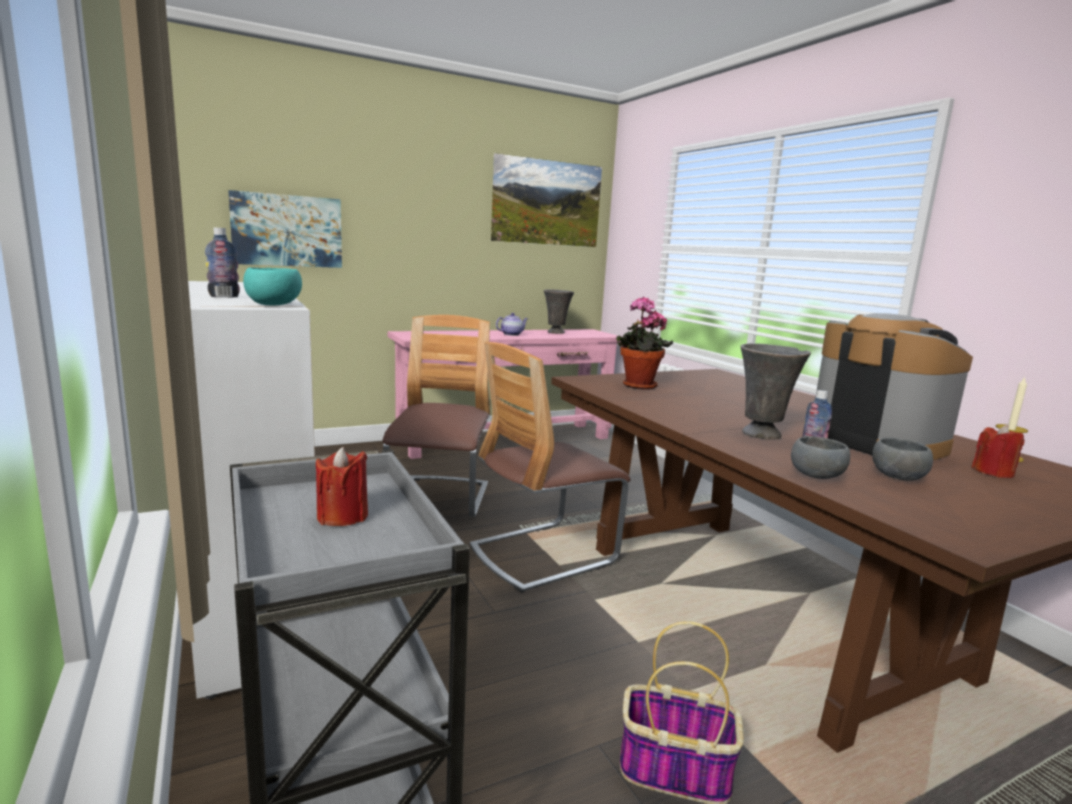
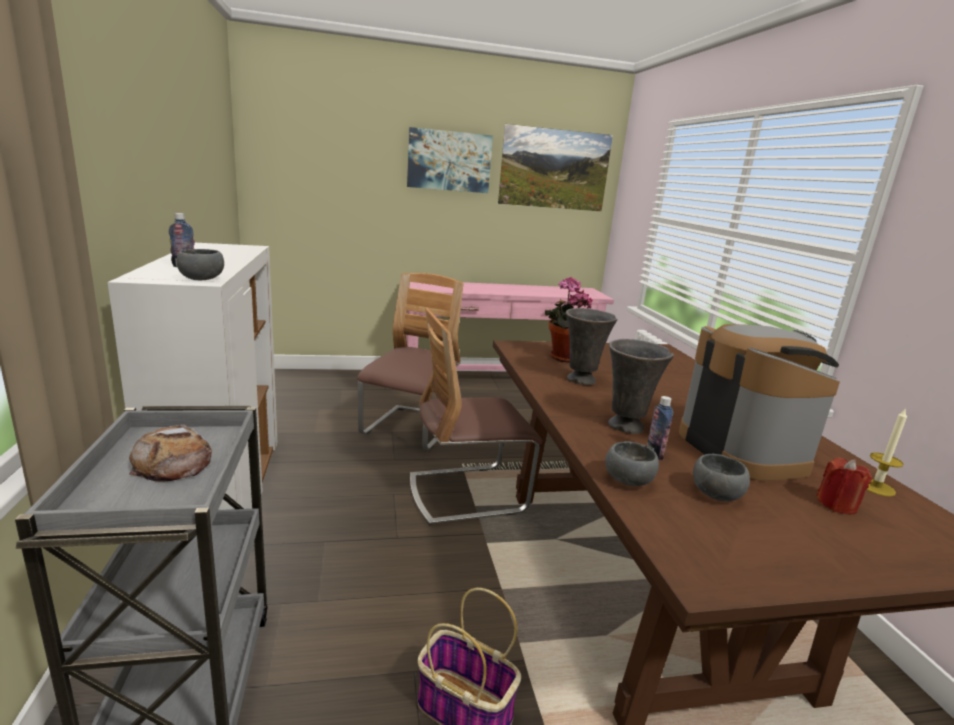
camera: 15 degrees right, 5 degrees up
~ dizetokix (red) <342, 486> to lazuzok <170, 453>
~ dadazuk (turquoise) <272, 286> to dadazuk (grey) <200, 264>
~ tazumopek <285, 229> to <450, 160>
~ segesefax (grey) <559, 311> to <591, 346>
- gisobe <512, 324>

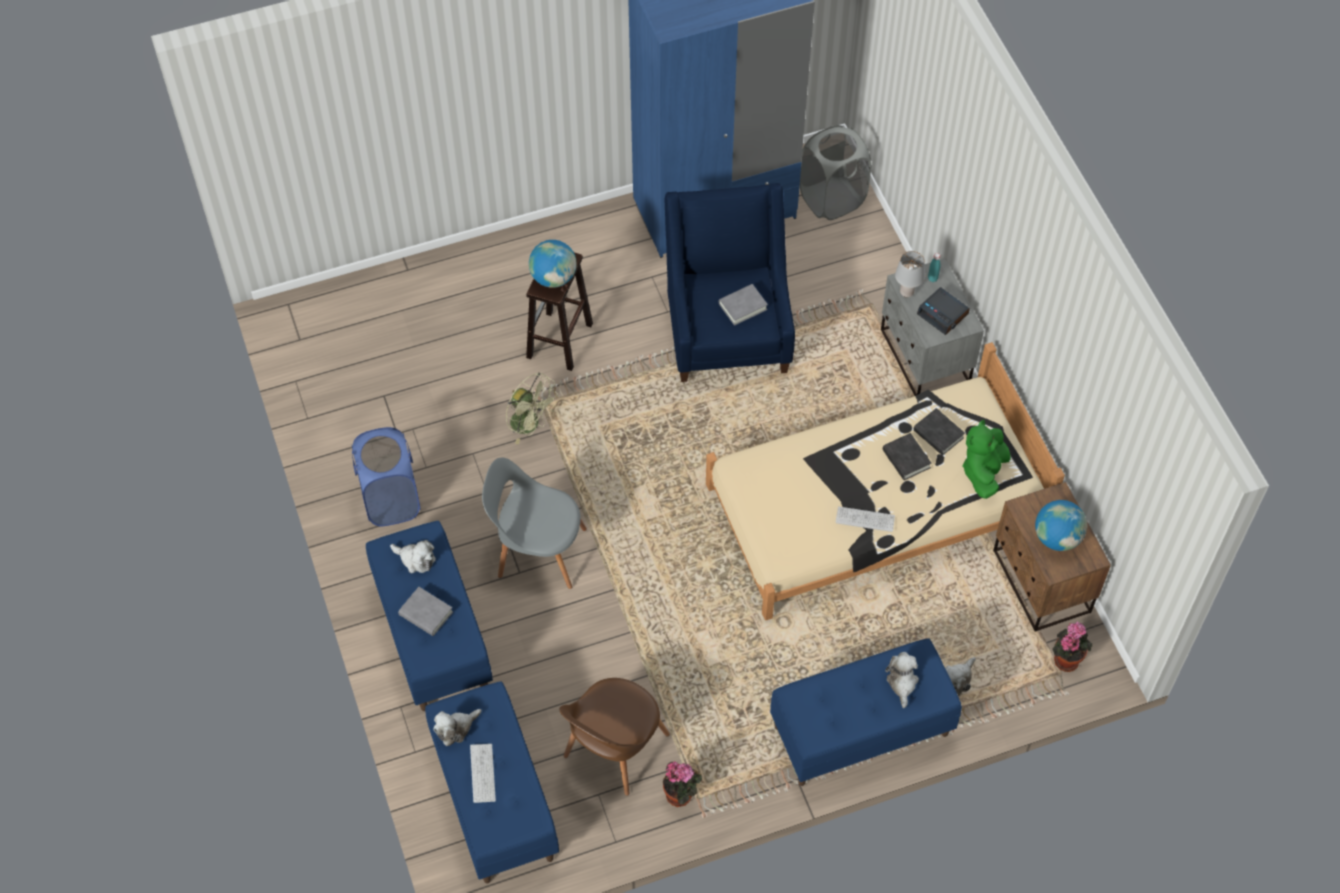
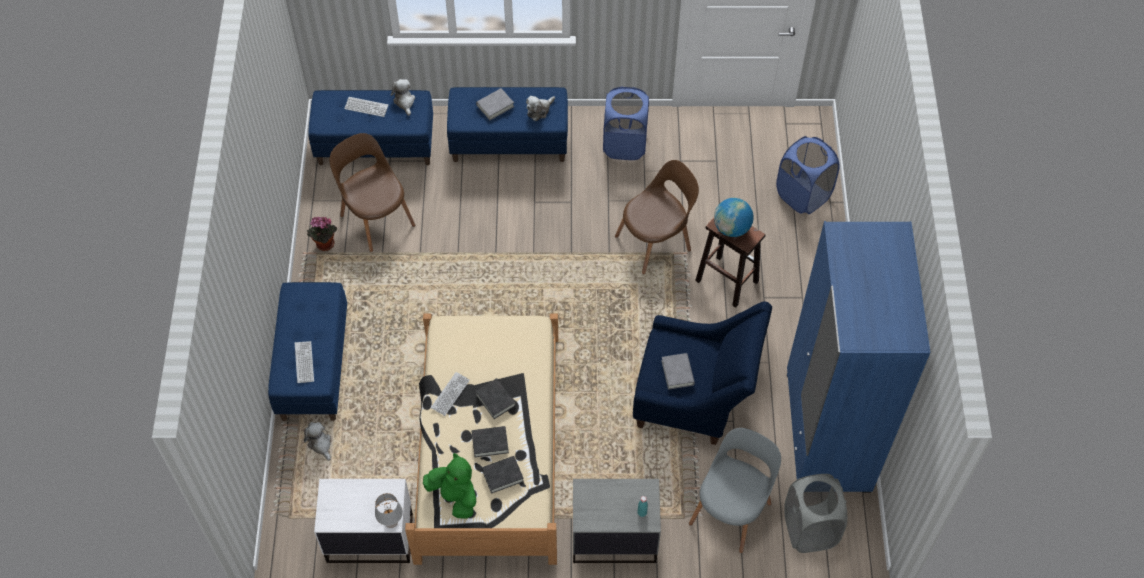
camera: 110 degrees right, 0 degrees up
~ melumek <902, 680> to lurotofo <304, 362>
~ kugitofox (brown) <1052, 556> to kugitofox (white) <363, 521>
~ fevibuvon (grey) <910, 274> to <389, 510>
+ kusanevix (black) <495, 398>
~ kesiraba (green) <532, 408> to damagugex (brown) <657, 217>
~ damagugex (grey) <534, 523> to <735, 490>
+ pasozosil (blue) <808, 175>
- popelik <943, 311>
- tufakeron <1061, 525>
- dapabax <1072, 647>

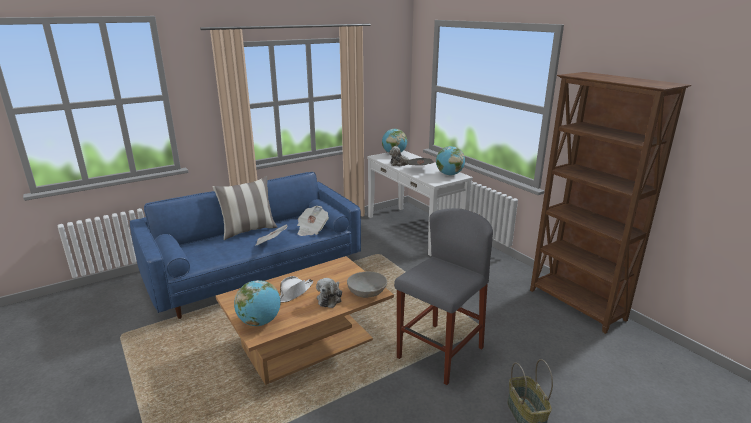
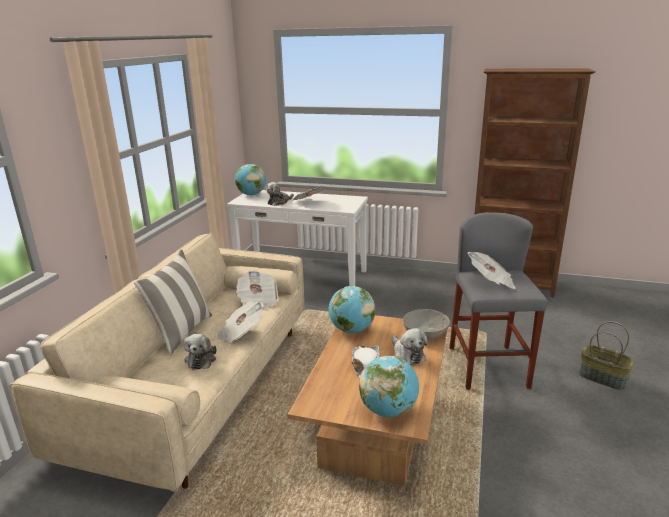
camera: 40 degrees left, 0 degrees up
~ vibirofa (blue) <245, 245> to vibirofa (beige) <156, 362>
+ melumek <200, 352>
~ tufakeron <450, 161> to <352, 309>
+ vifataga <492, 270>

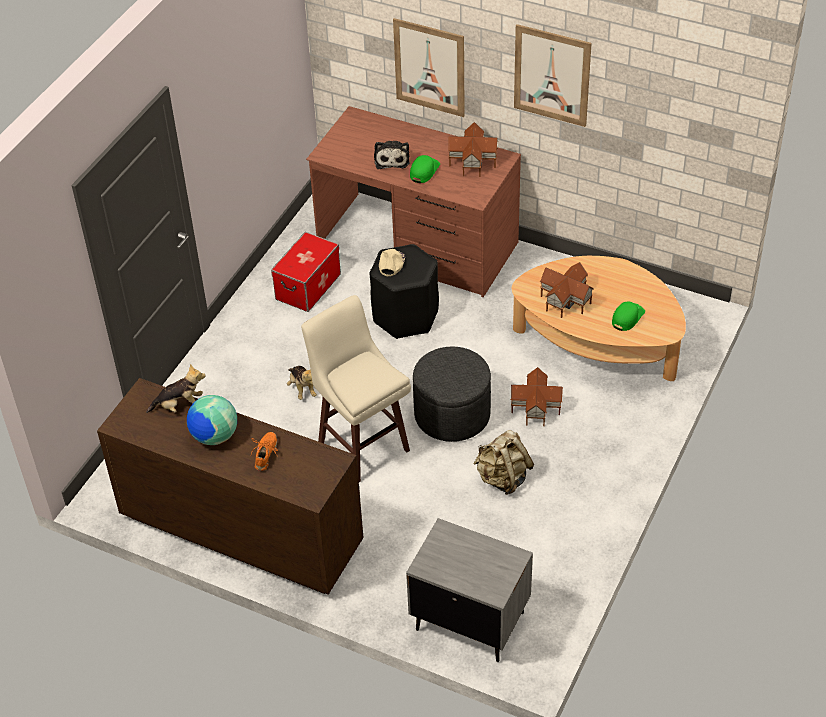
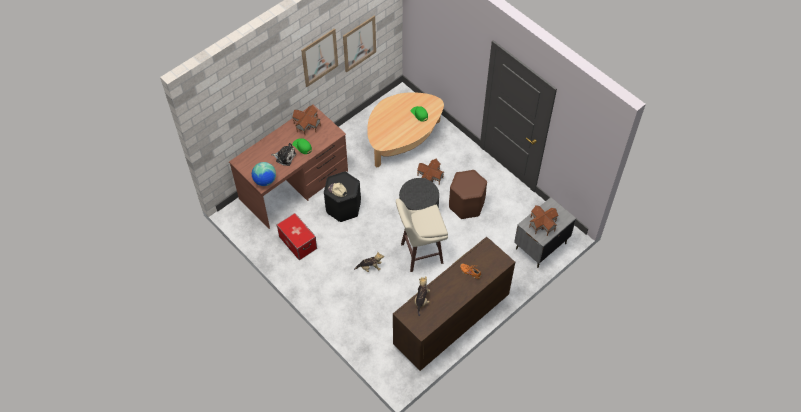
camera: 70 degrees left, 10 degrees up
~ tufakeron <212, 420> to <264, 174>
~ tazumopek <429, 67> to <359, 44>
~ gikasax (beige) <504, 462> to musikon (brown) <468, 194>
~ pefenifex <567, 290> to <543, 220>

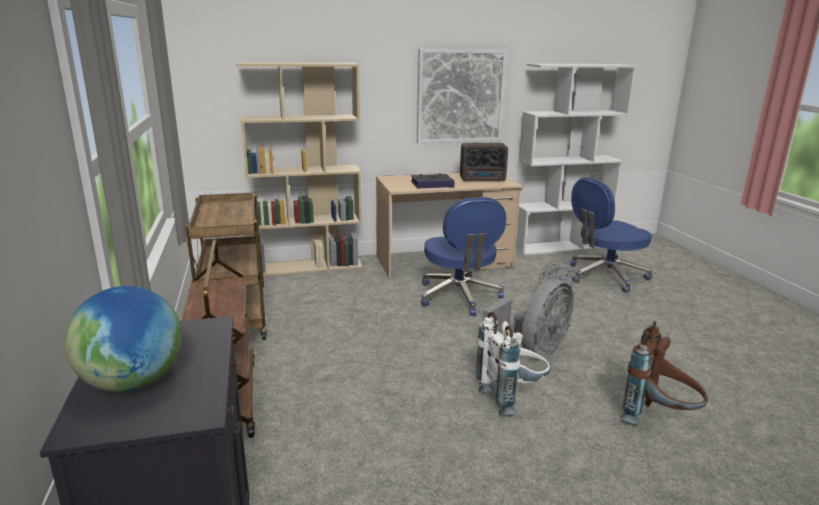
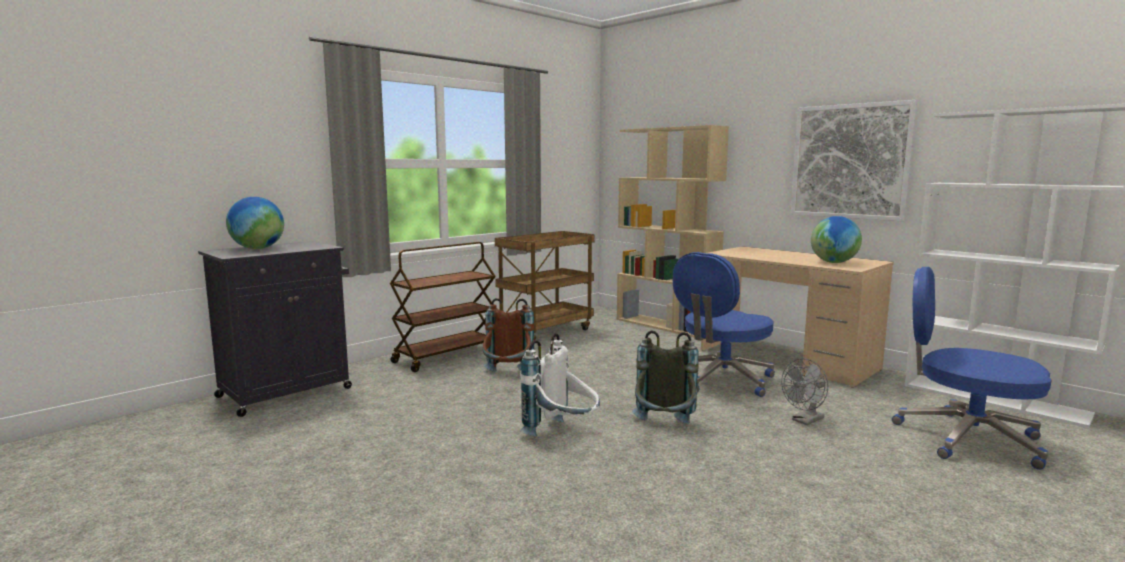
camera: 60 degrees right, 10 degrees down
~ gikasax (brown) <664, 372> to <508, 335>
~ kesiraba (grey) <528, 318> to gikasax (grey) <665, 377>
~ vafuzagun <484, 162> to tufakeron <836, 239>
- kusanevix <432, 181>

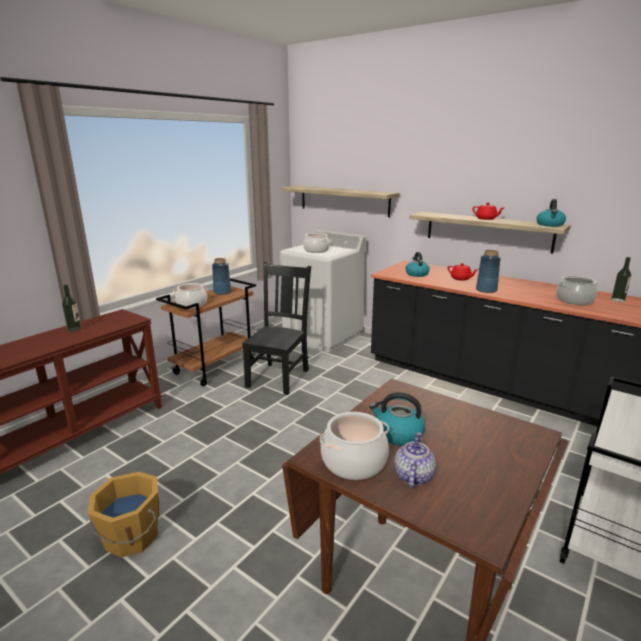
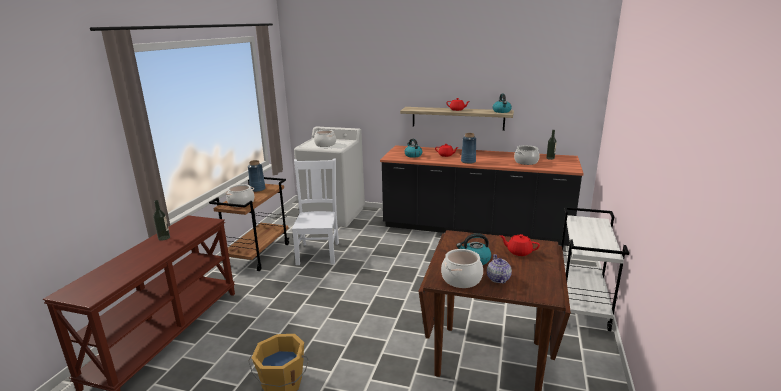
camera: 20 degrees left, 0 degrees up
~ damagugex (black) <276, 328> to damagugex (white) <315, 211>
+ gisobe (red) <519, 245>
- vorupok <340, 201>

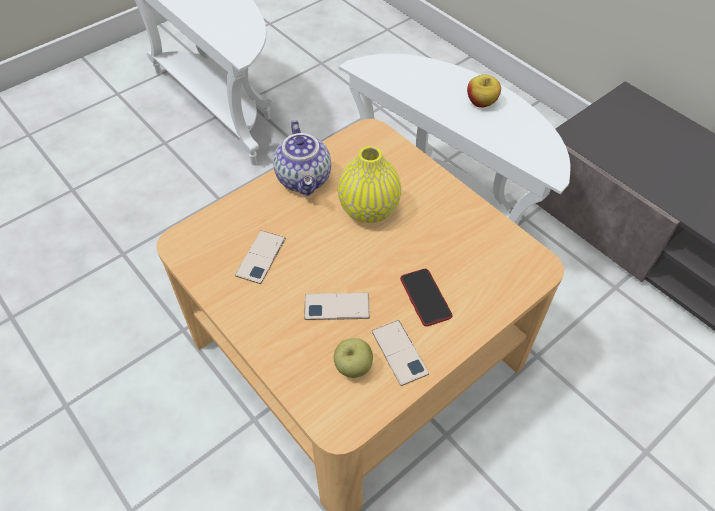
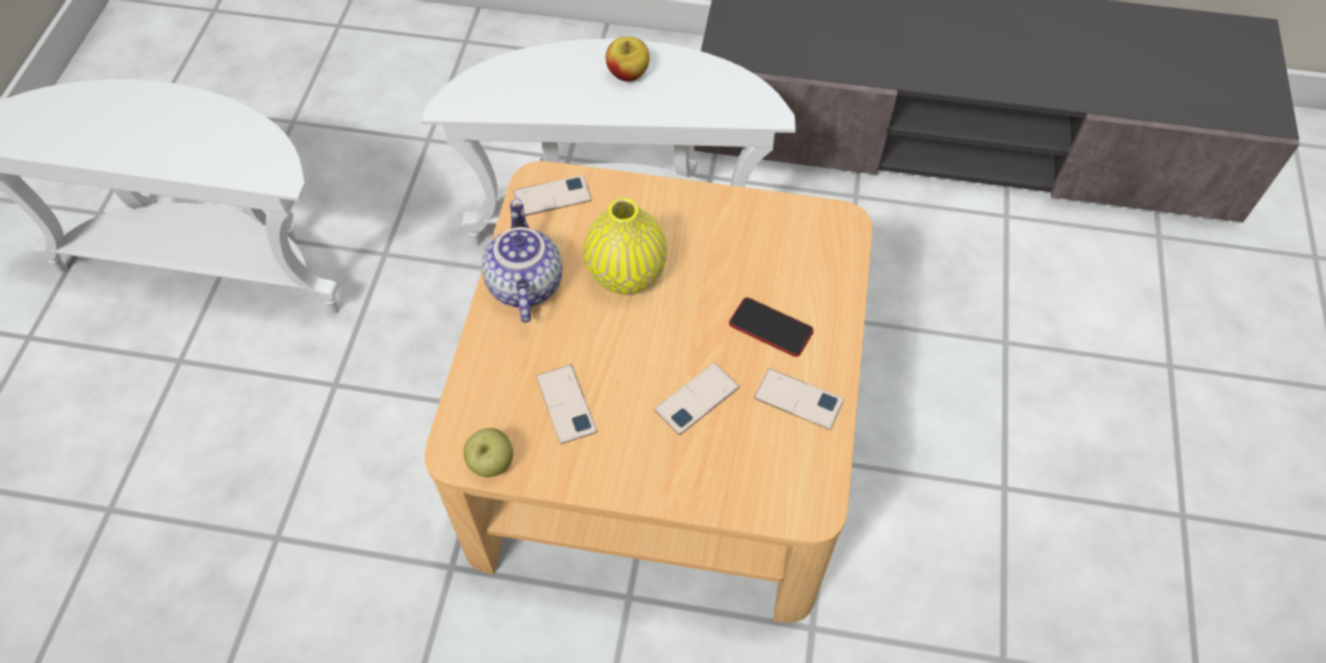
camera: 40 degrees left, 5 degrees up
~ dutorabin <353, 358> to <488, 452>
~ gisobe <302, 158> = <522, 261> 135 degrees counterclockwise
+ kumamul <552, 195>

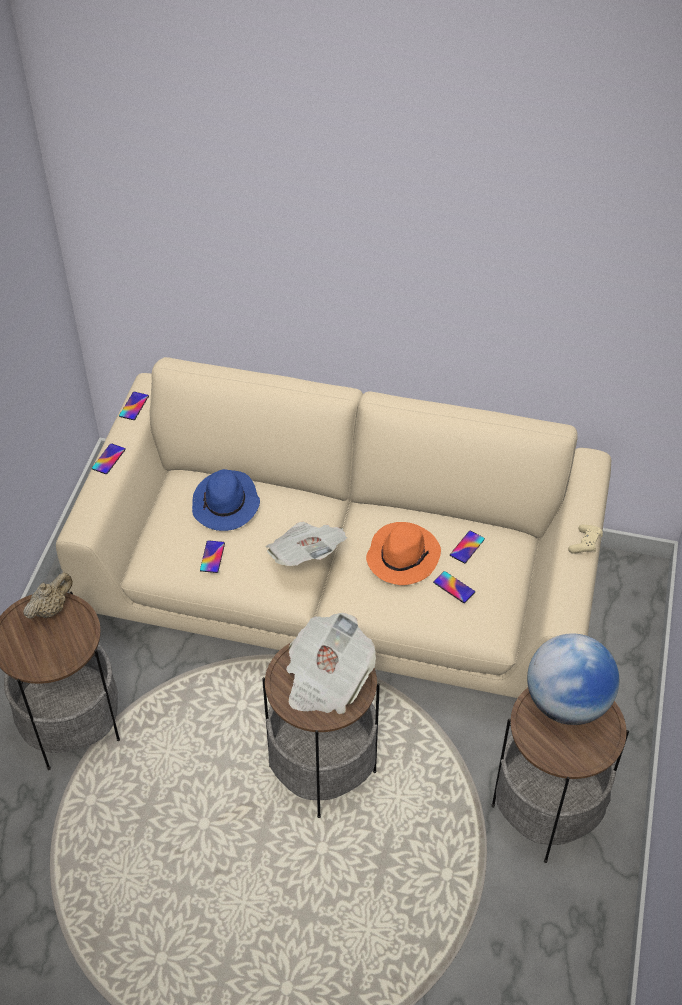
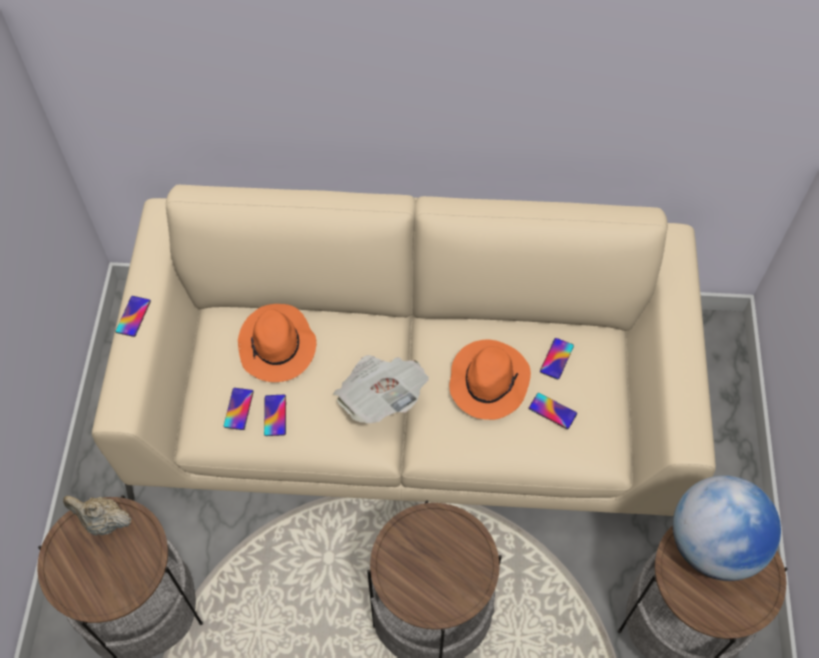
camera: 10 degrees left, 10 degrees up
~ gisobe (beige) <48, 596> = <97, 516> 105 degrees counterclockwise
~ kumamul <134, 406> to <239, 409>
~ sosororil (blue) <226, 500> to sosororil (orange) <277, 343>
- vifataga <331, 663>
- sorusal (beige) <585, 539>

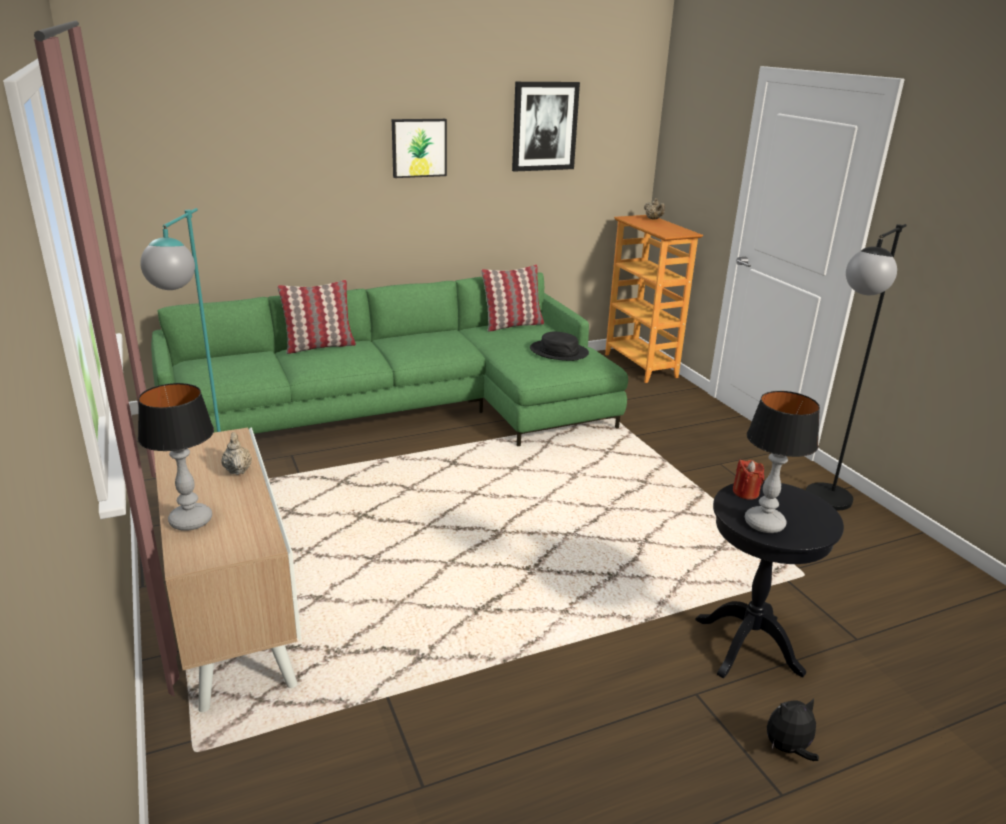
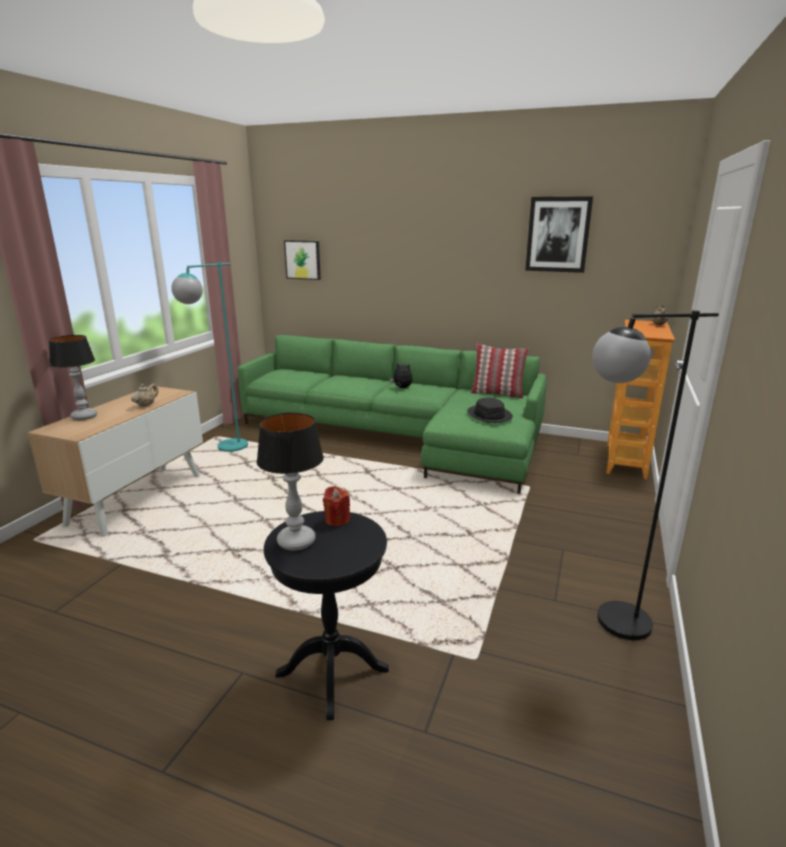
camera: 45 degrees right, 5 degrees down
~ tazumopek <419, 148> to <302, 260>
~ melumek <793, 729> to <401, 375>
- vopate <316, 317>

